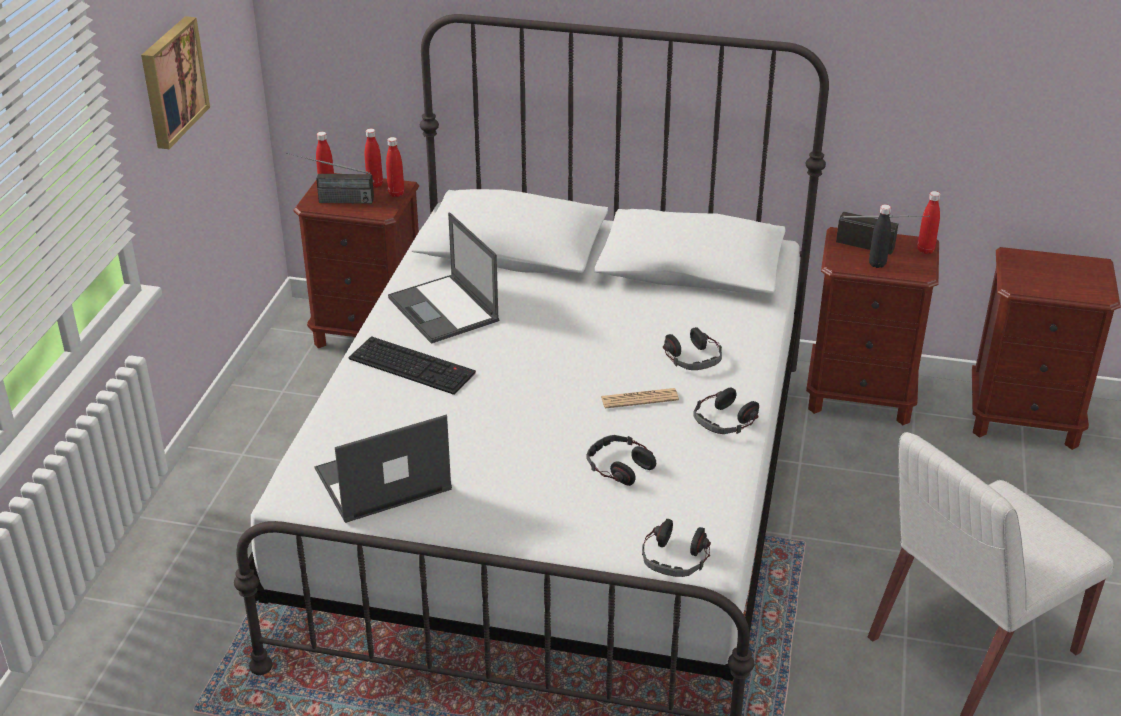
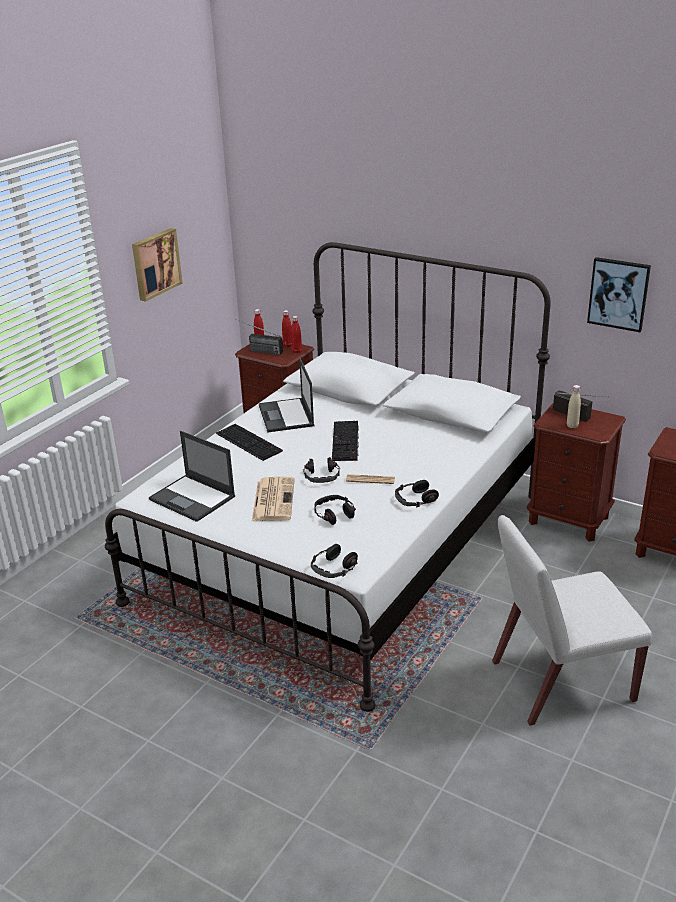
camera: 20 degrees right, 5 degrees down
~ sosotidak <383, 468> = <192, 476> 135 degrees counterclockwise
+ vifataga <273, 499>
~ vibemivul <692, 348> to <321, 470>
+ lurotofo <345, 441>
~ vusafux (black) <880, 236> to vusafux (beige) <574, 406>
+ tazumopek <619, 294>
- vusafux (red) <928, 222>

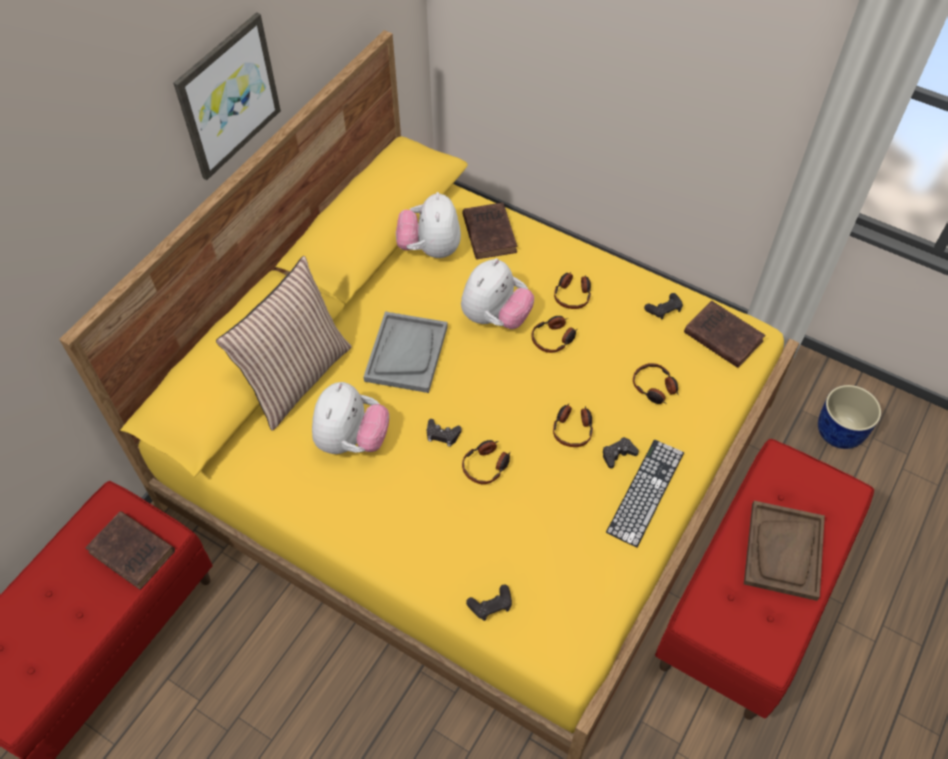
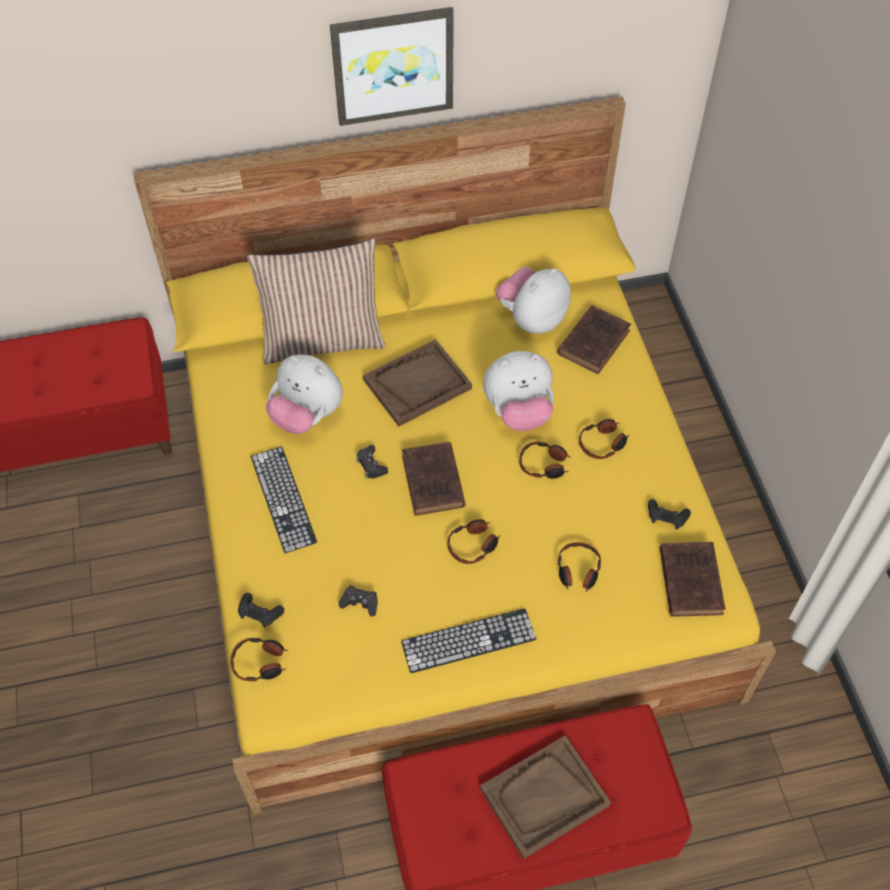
camera: 45 degrees right, 0 degrees up
~ vibemivul <486, 462> to <259, 659>
+ lurotofo <284, 499>
~ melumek <350, 418> = <304, 394> 60 degrees clockwise
~ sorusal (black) <620, 452> to <358, 601>
~ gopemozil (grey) <405, 352> to gopemozil (brown) <417, 383>
~ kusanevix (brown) <130, 550> to <433, 479>
- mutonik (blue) <849, 417>

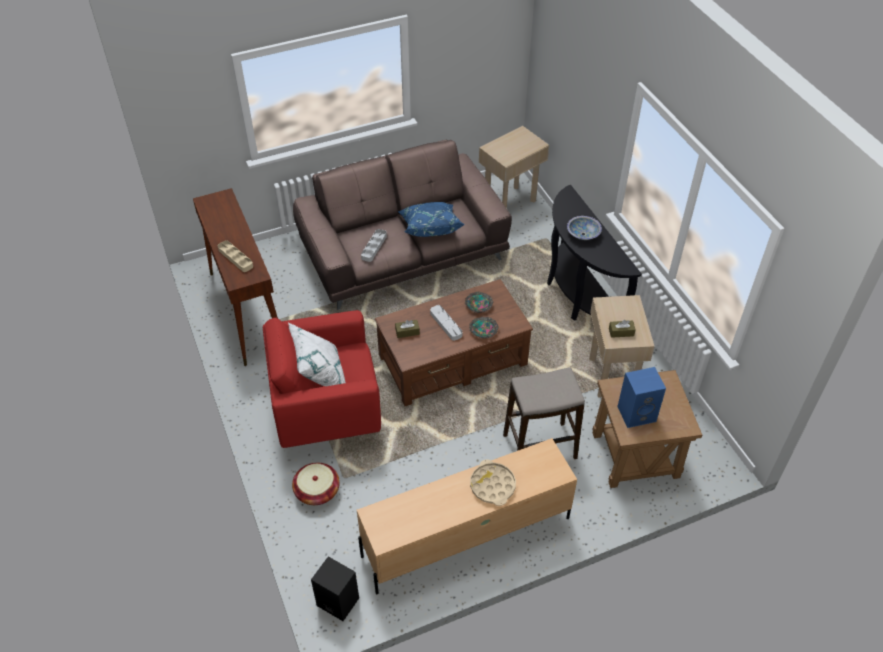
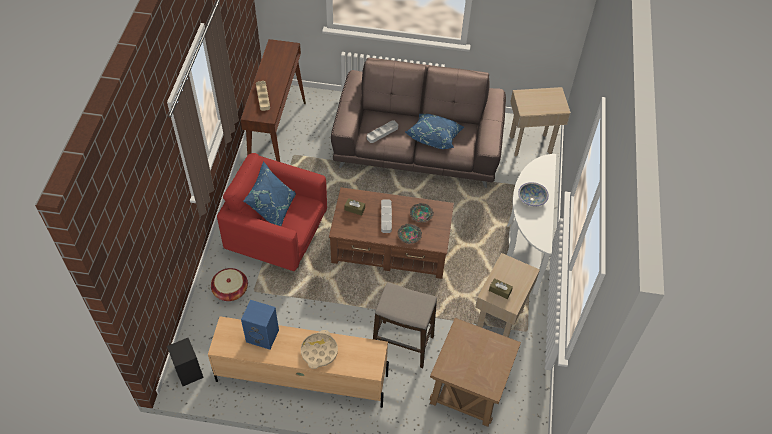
camera: 30 degrees right, 5 degrees up
~ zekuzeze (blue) <641, 397> to <260, 325>
~ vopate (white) <317, 354> to vopate (blue) <269, 193>
~ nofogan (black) <594, 253> to nofogan (white) <531, 224>

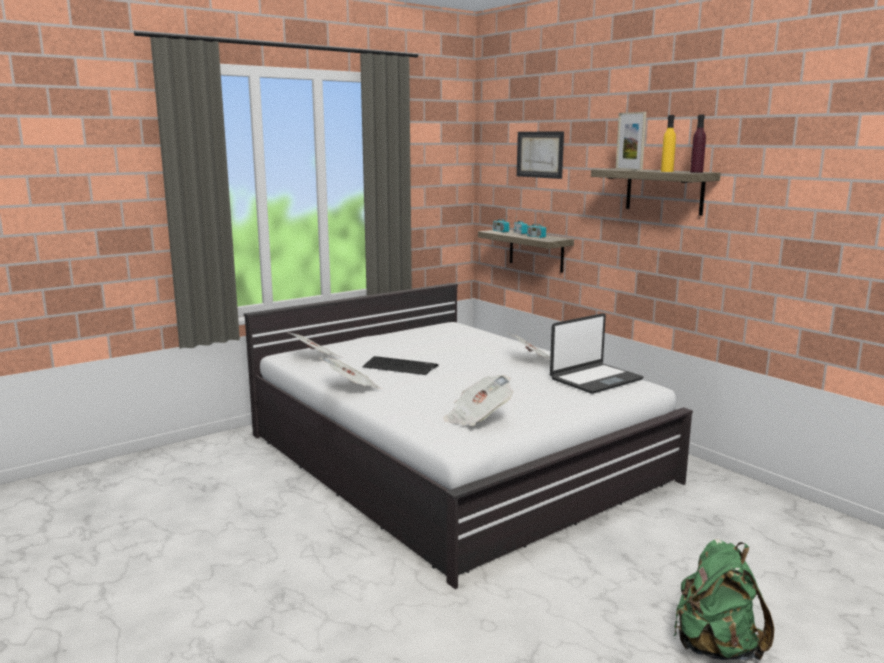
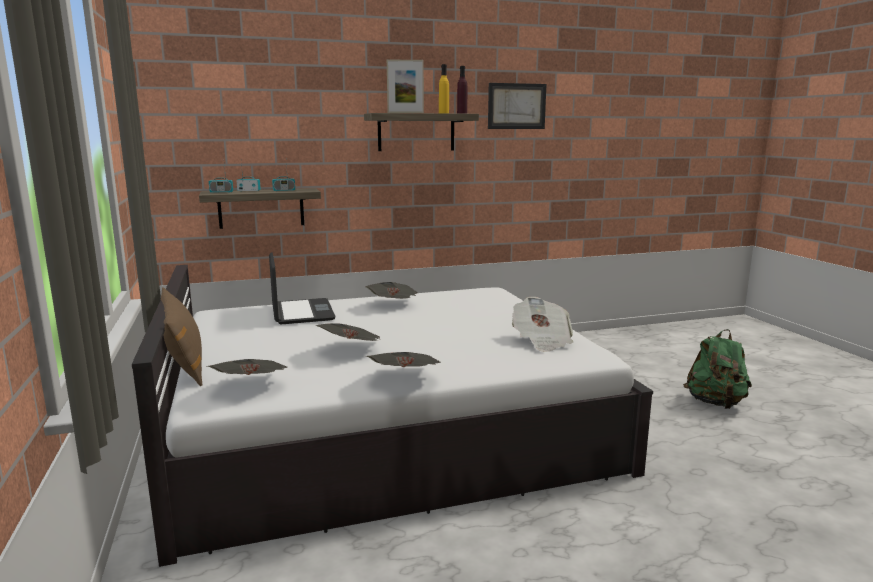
camera: 70 degrees left, 0 degrees up
+ vopate (brown) <181, 336>
~ sosotidak <596, 353> to <302, 288>
~ lurotofo <400, 365> to vifataga <347, 332>
~ tazumopek <540, 155> to <517, 106>

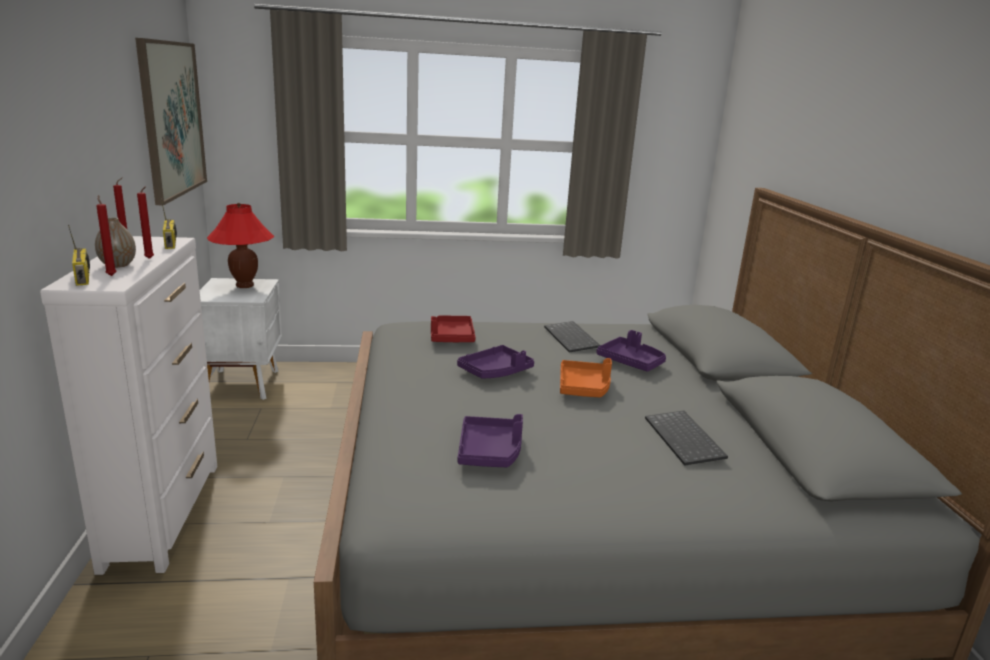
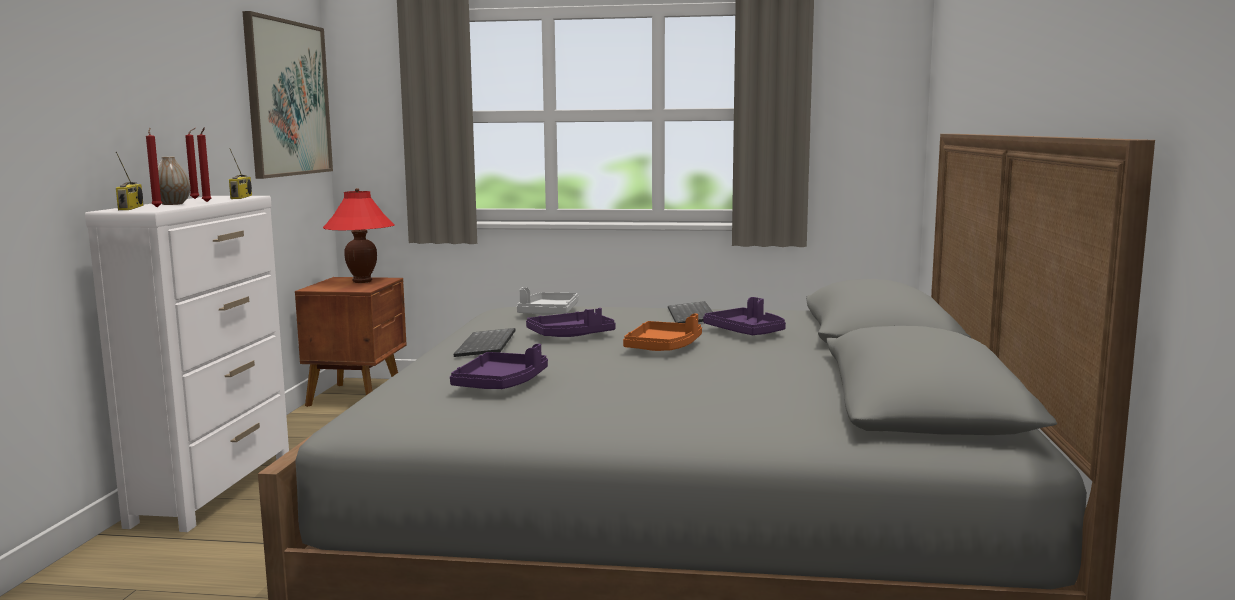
camera: 15 degrees right, 10 degrees down
~ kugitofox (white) <241, 339> to kugitofox (brown) <351, 342>
~ lurotofo <686, 438> to <485, 342>
~ gopemozil (red) <453, 328> to gopemozil (grey) <548, 301>

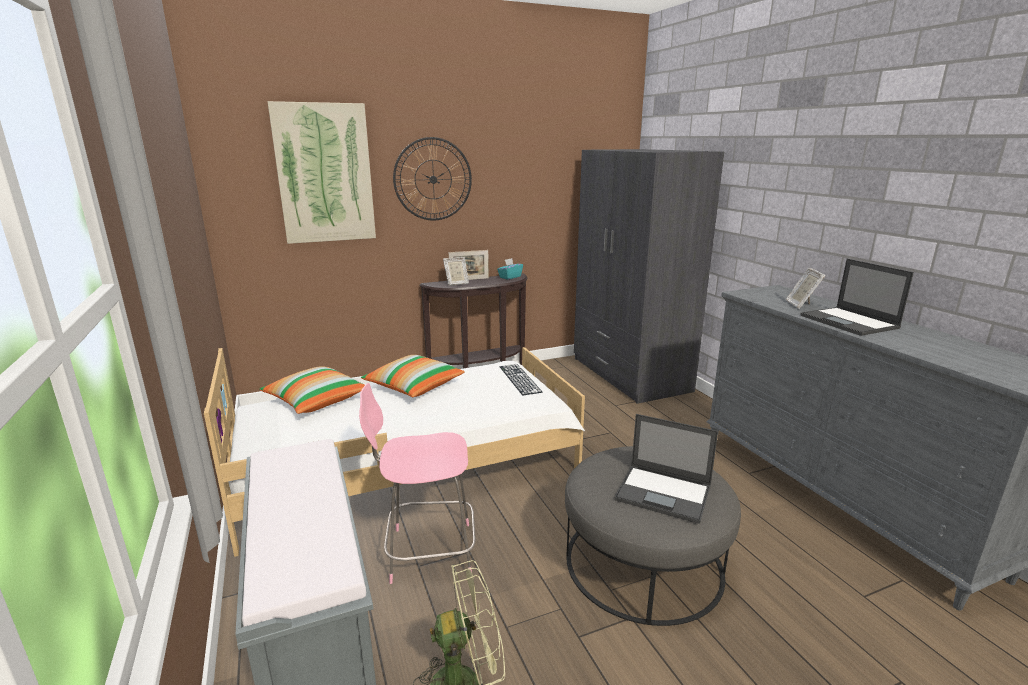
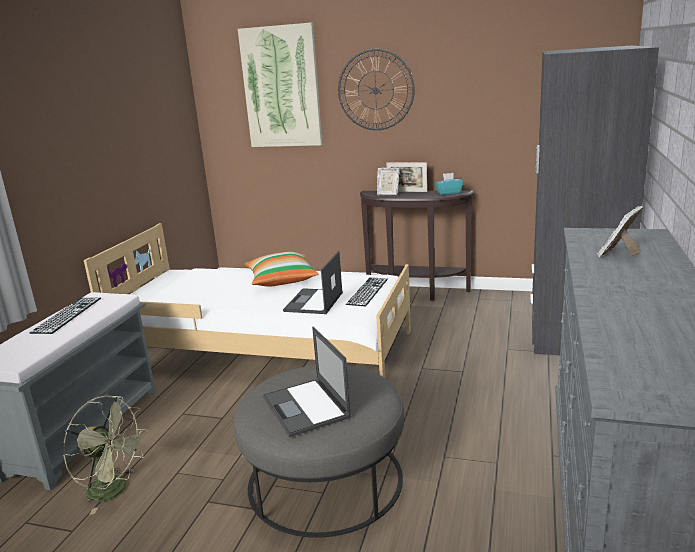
camera: 40 degrees right, 0 degrees up
+ lurotofo <65, 315>
~ sosotidak <857, 297> to <313, 282>
- vopate <312, 390>
- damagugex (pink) <417, 483>

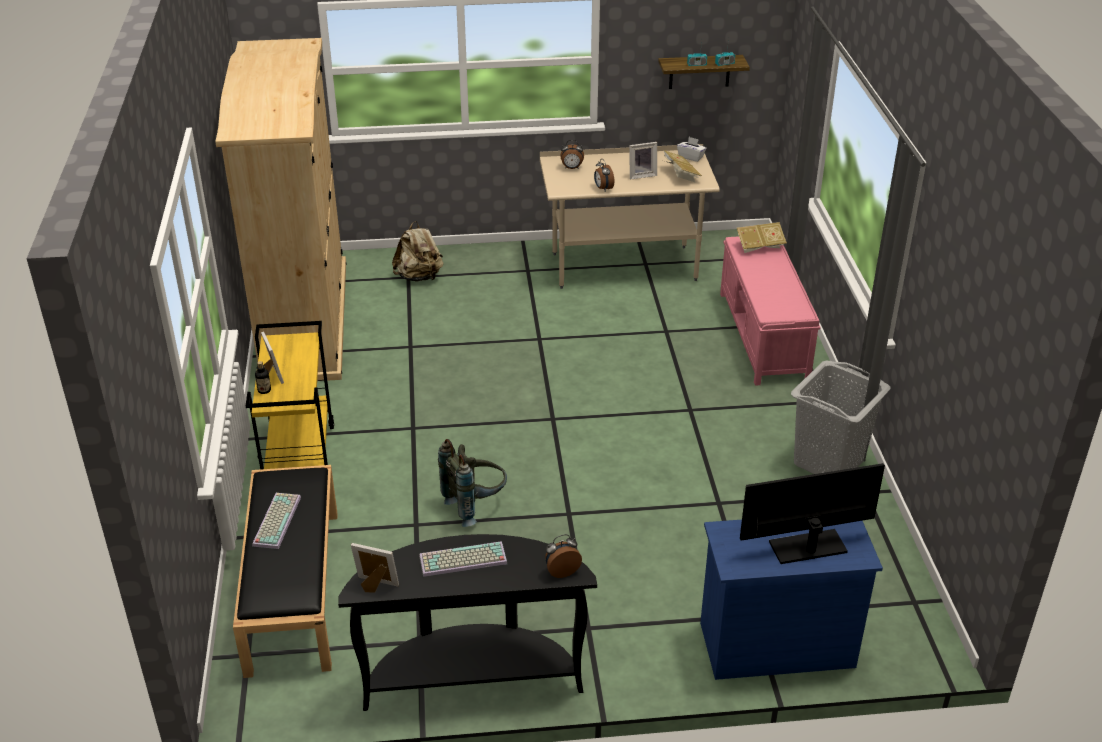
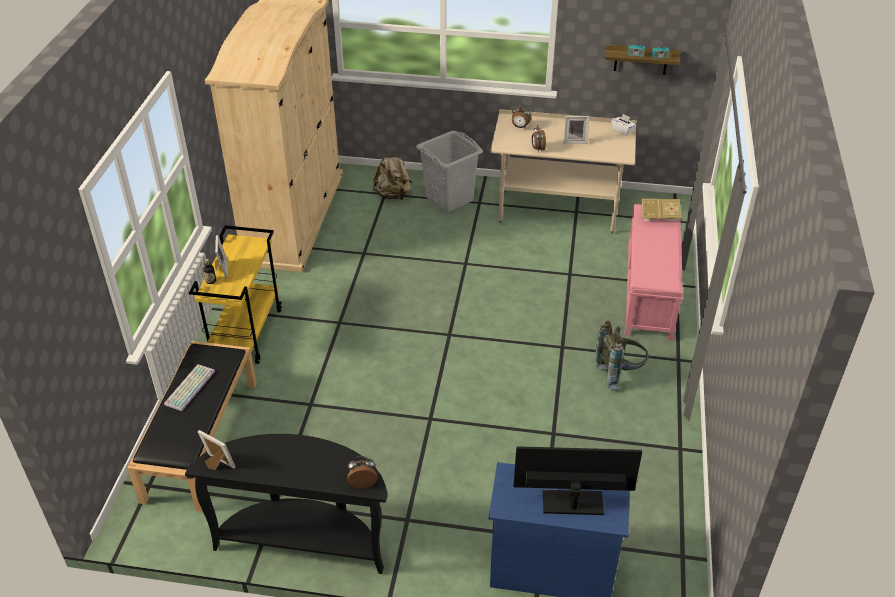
camera: 15 degrees right, 5 degrees up
~ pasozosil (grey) <840, 417> to <449, 171>
~ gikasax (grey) <472, 483> to <622, 355>
- lurotofo <463, 559>
- kusanevix <682, 166>

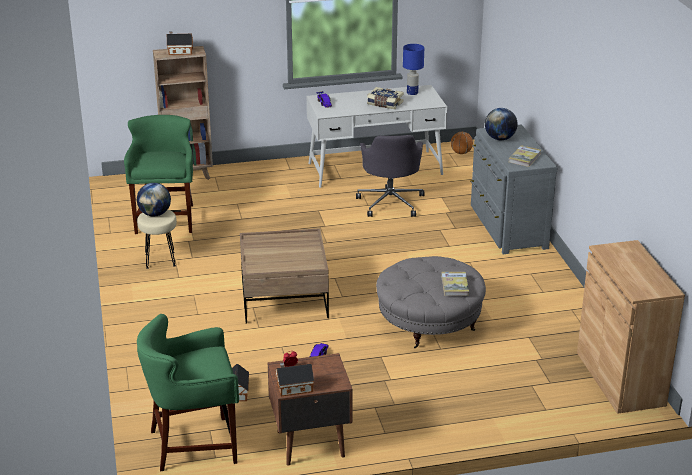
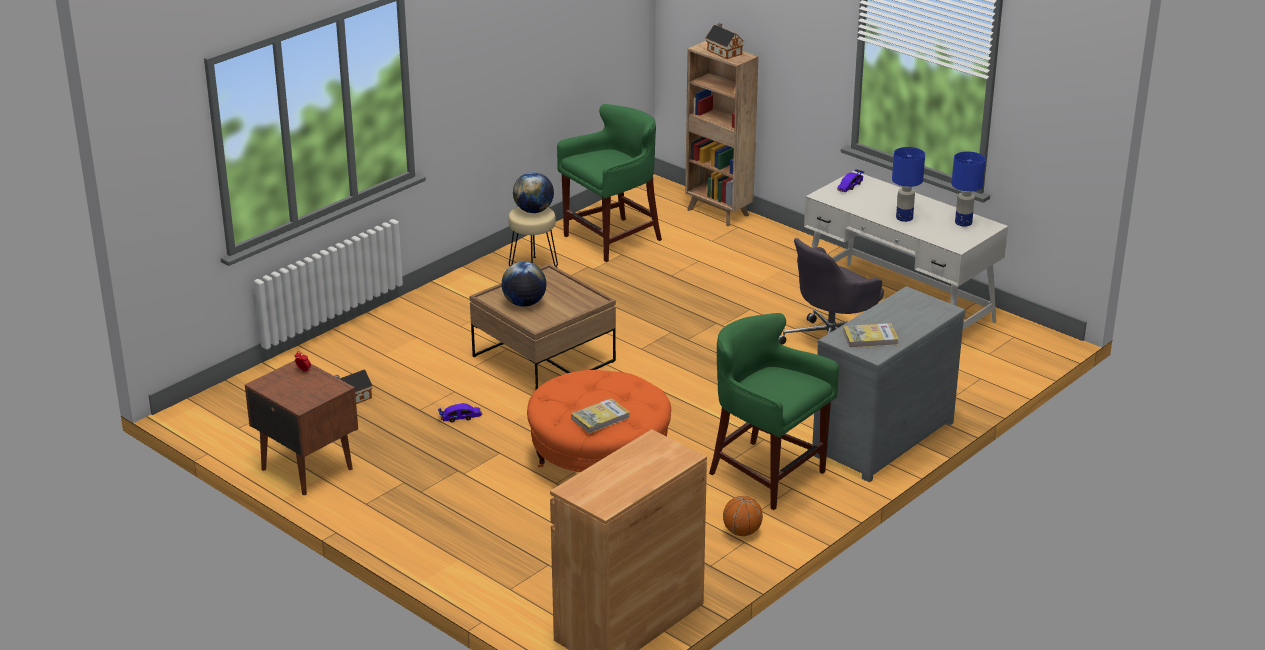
camera: 55 degrees right, 0 degrees up
~ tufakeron <501, 124> to <524, 284>
~ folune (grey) <431, 302> to folune (orange) <599, 421>
~ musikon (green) <188, 393> to <774, 411>
~ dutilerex <462, 143> to <743, 516>
~ kusanevix <385, 98> to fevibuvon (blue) <908, 184>
- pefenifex <294, 380>

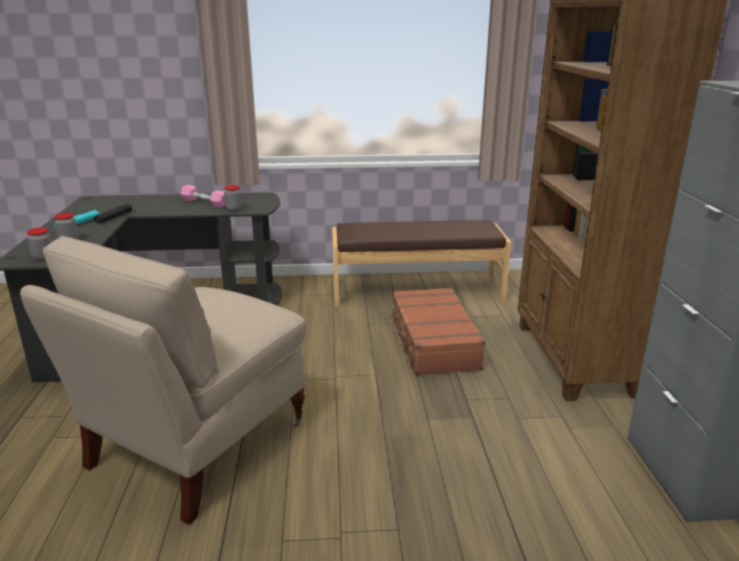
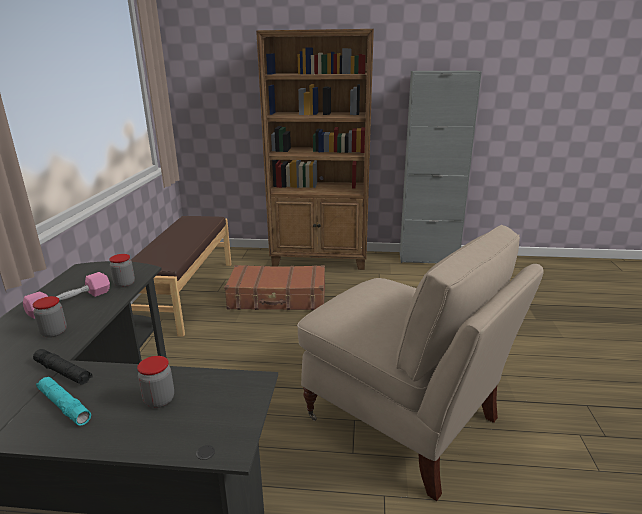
camera: 80 degrees left, 0 degrees up
~ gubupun <39, 244> to <50, 317>

